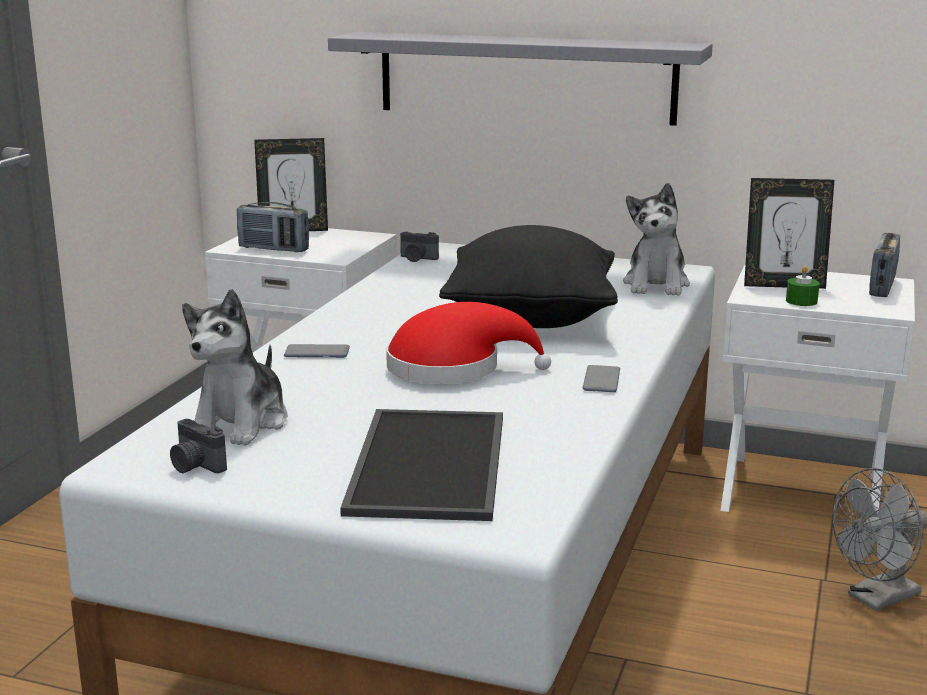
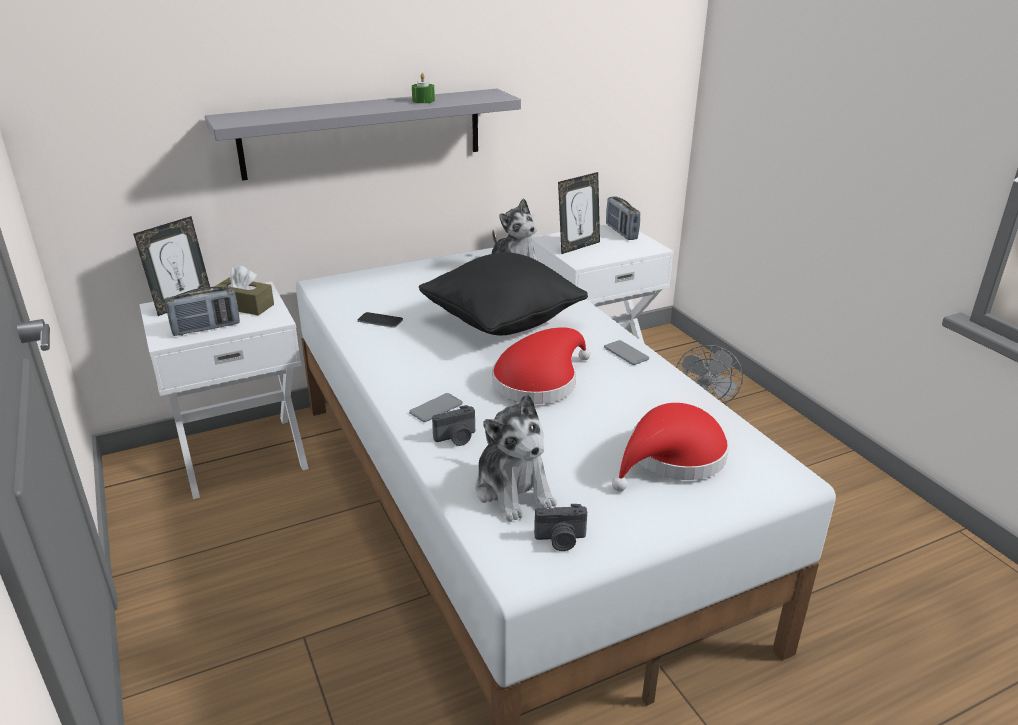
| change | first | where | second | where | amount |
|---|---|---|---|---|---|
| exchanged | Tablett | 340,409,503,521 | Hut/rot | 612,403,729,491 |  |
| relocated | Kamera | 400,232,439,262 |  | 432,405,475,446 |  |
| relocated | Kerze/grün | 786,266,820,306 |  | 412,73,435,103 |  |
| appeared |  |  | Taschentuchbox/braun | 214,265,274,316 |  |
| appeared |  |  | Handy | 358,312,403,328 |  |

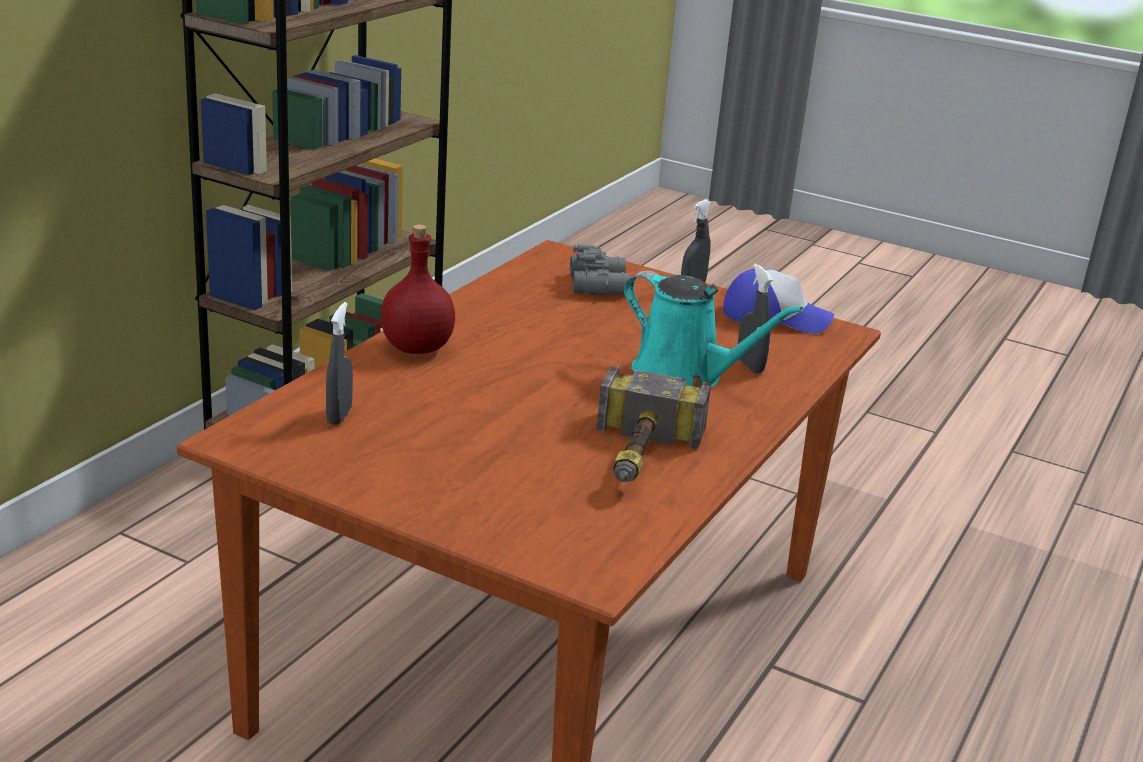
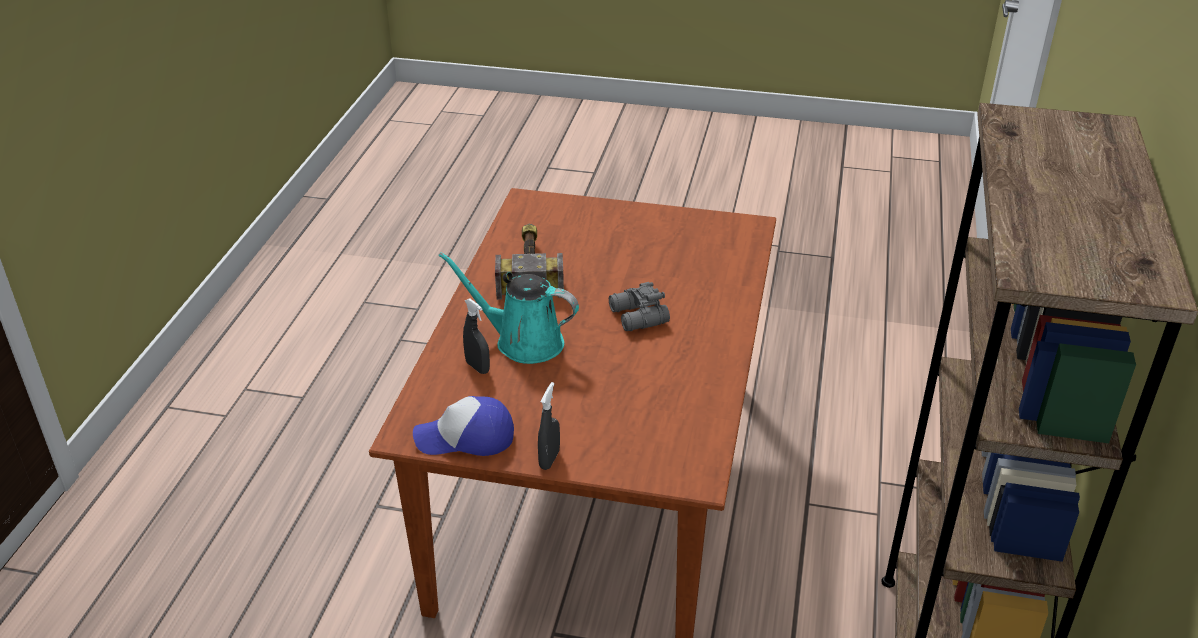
| change | first | where | second | where | amount |
|---|---|---|---|---|---|
| missing | Sprühflasche/grau | 326,302,353,425 |  |  |  |
| missing | Flasche/rot | 380,224,455,354 |  |  |  |
| relocated | Fernglas/grau | 570,244,630,296 |  | 609,282,670,331 |  |

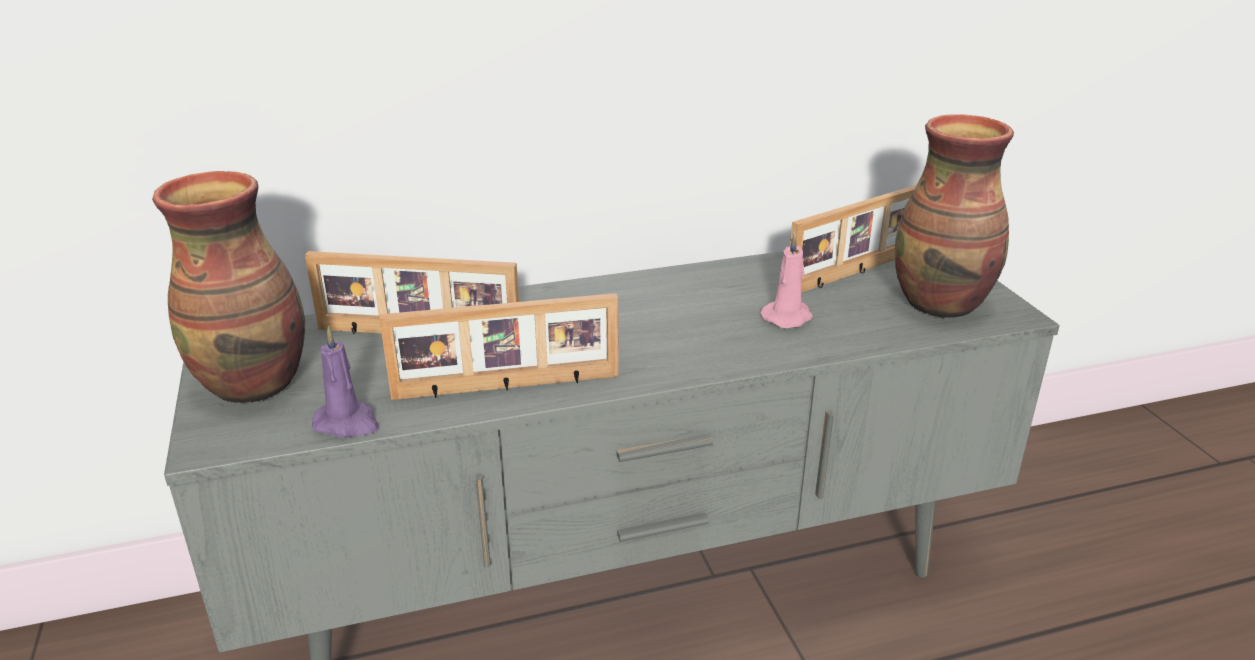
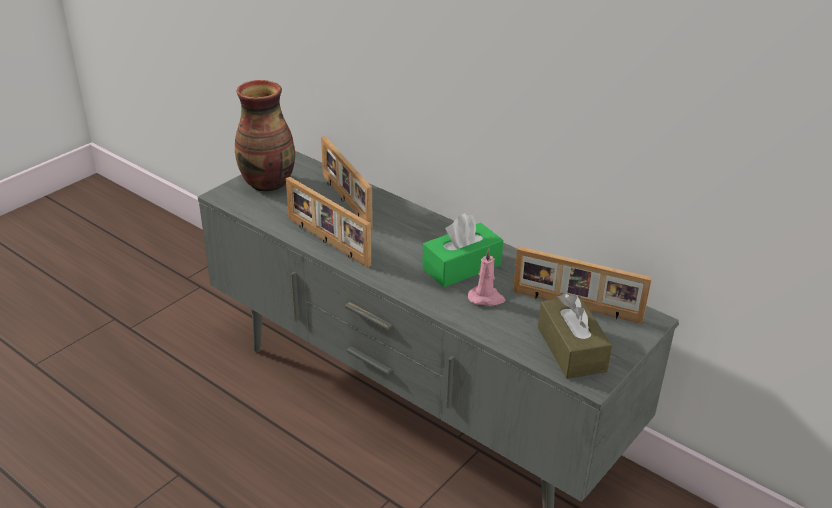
| change | first | where | second | where | amount |
|---|---|---|---|---|---|
| missing | Kerze/lila | 312,326,379,438 |  |  |  |
| exchanged | Vase | 895,114,1014,319 | Taschentuchbox/braun | 538,294,612,379 |  |
| appeared |  |  | Taschentuchbox/grün | 422,213,503,287 |  |

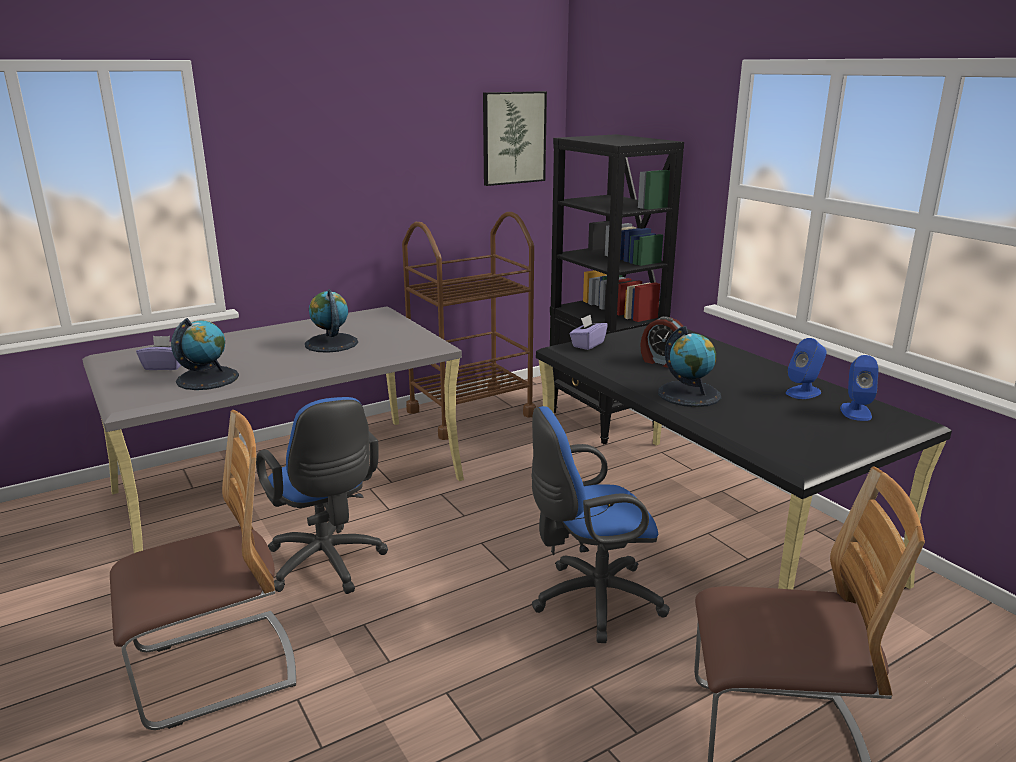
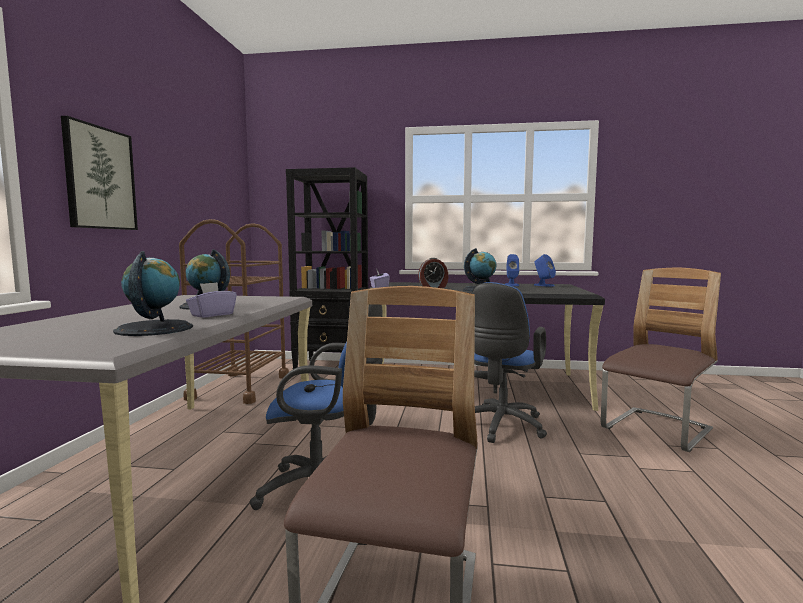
| change | first | where | second | where | amount |
|---|---|---|---|---|---|
| relocated | Taschentuchbox/lila | 136,336,181,370 |  | 186,282,237,318 |  |
| relocated | Bild | 483,91,547,186 |  | 61,116,138,230 |  |

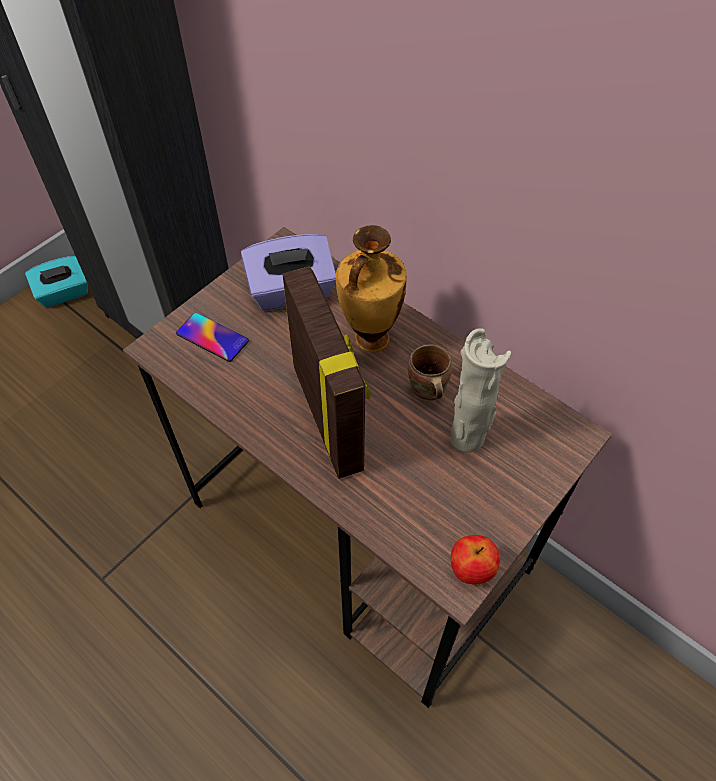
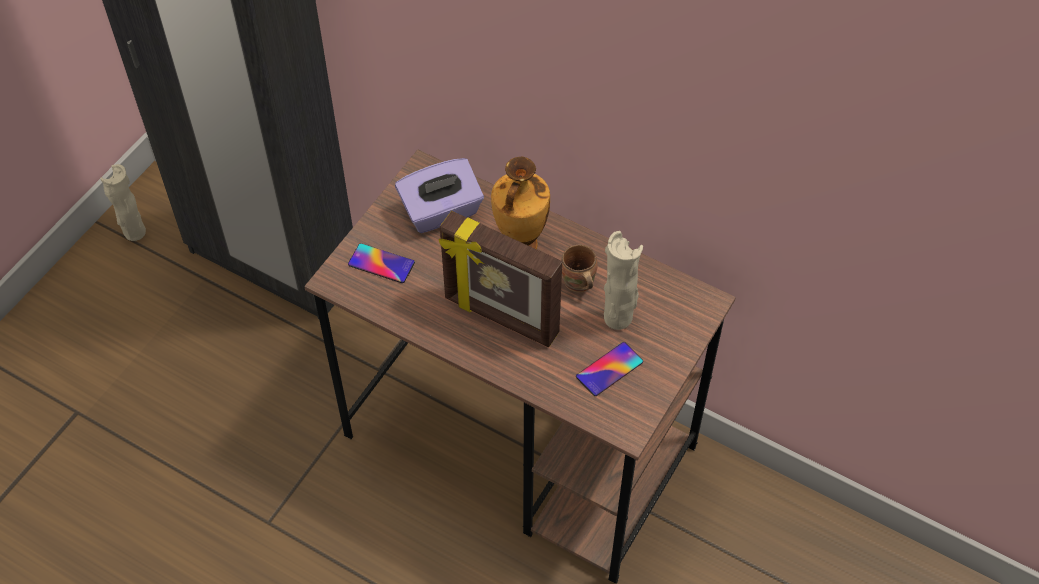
| change | first | where | second | where | amount |
|---|---|---|---|---|---|
| exchanged | Taschentuchbox/türkis | 25,256,88,307 | Vase/beige | 100,164,146,241 |  |
| spun | Bilderrahmen | 282,266,371,479 |  | 439,211,562,347 | 150 degrees clockwise |
| missing | Apfel | 451,535,500,584 |  |  |  |
| appeared |  |  | Handy | 576,342,643,396 |  |

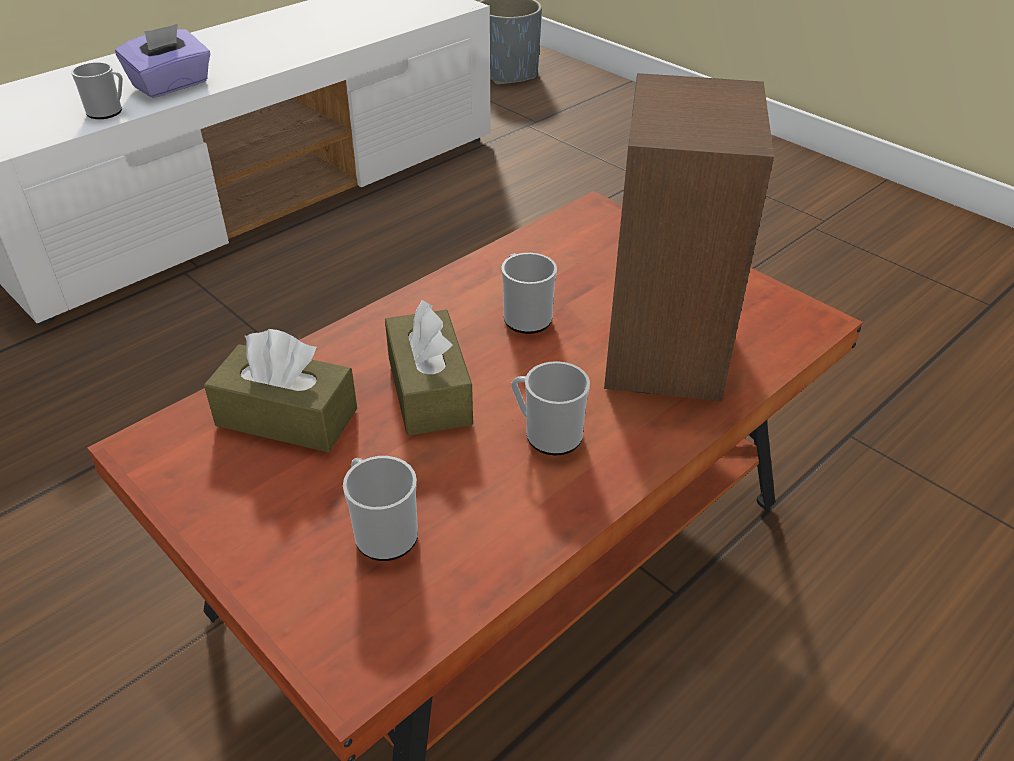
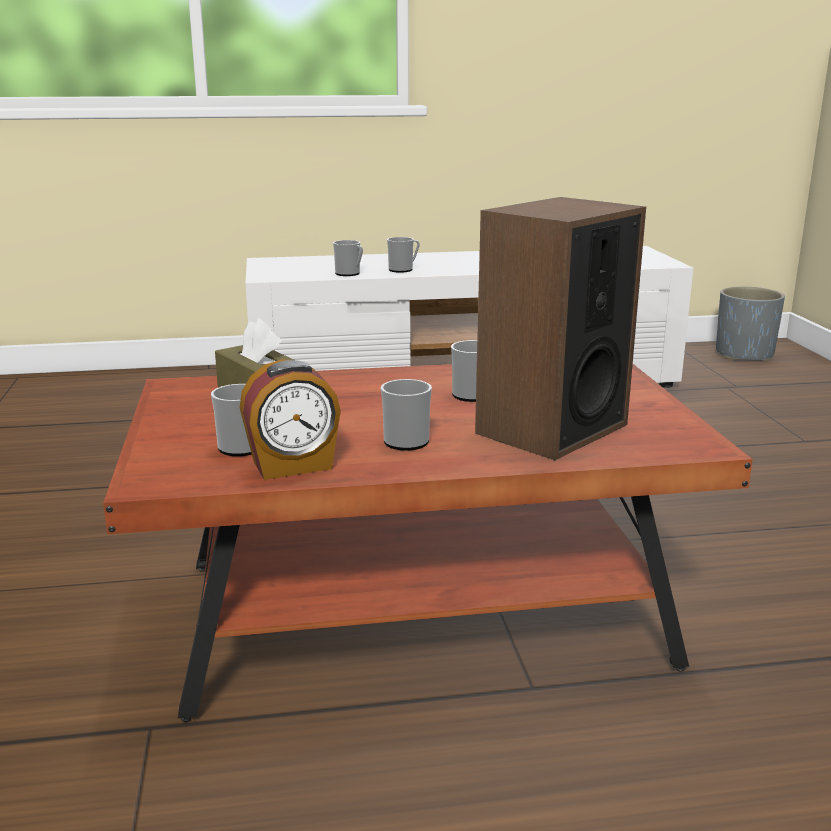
| change | first | where | second | where | amount |
|---|---|---|---|---|---|
| exchanged | Taschentuchbox/lila | 115,24,210,98 | Henkelbecher | 387,237,420,273 |  |
| missing | Taschentuchbox/braun | 385,300,473,436 |  |  |  |
| appeared |  |  | Wecker | 240,359,341,480 |  |

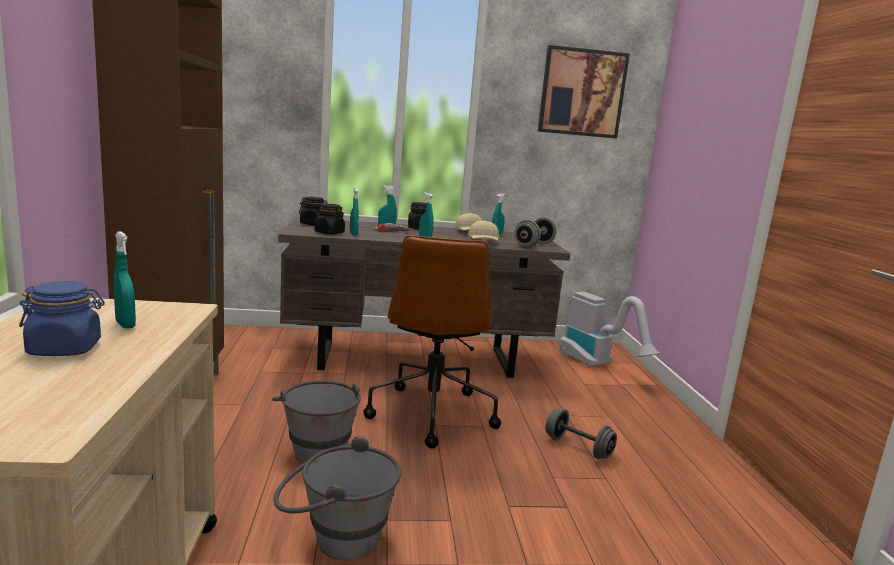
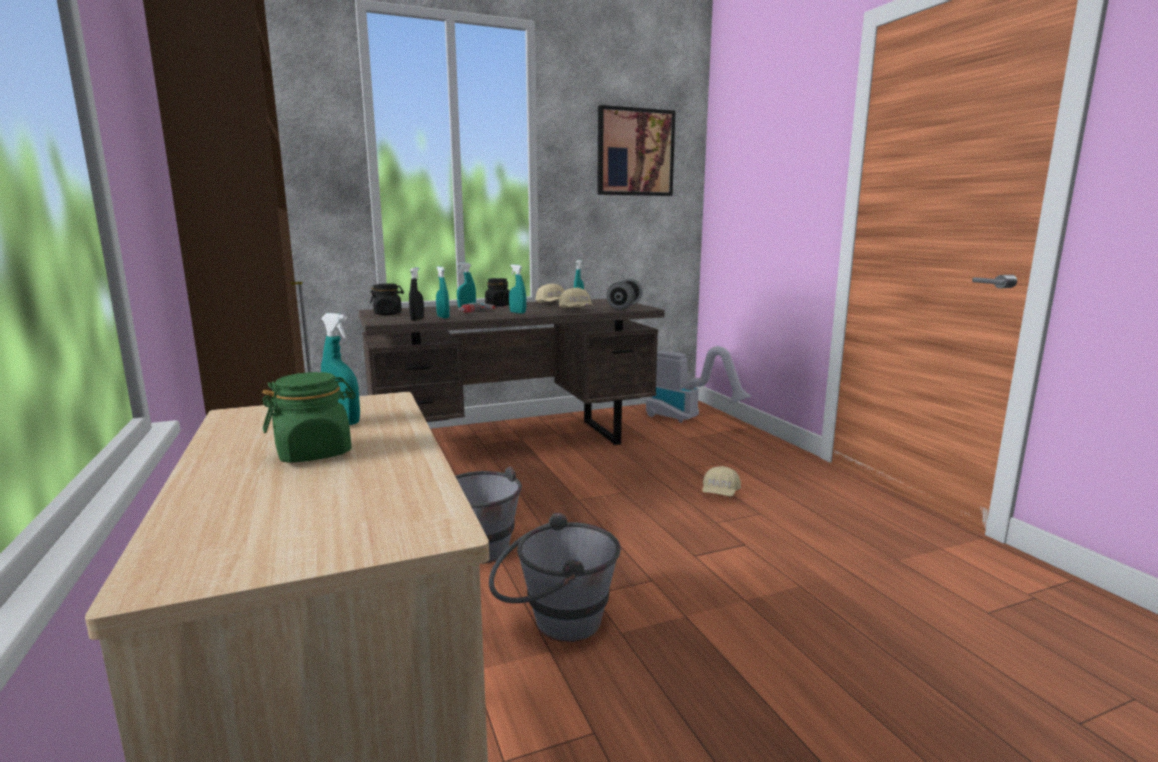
| change | first | where | second | where | amount |
|---|---|---|---|---|---|
| colour | Vorratsglas/blau | 19,281,105,356 | Vorratsglas/grün | 262,372,356,463 |  |
| exchanged | Vorratsglas/schwarz | 315,204,345,235 | Sprühflasche/schwarz | 409,267,424,321 |  |
| missing | Bürostuhl/braun | 363,235,501,449 |  |  |  |
| exchanged | Hantel/grau | 546,408,617,459 | Kappe/beige | 702,466,741,496 |  |

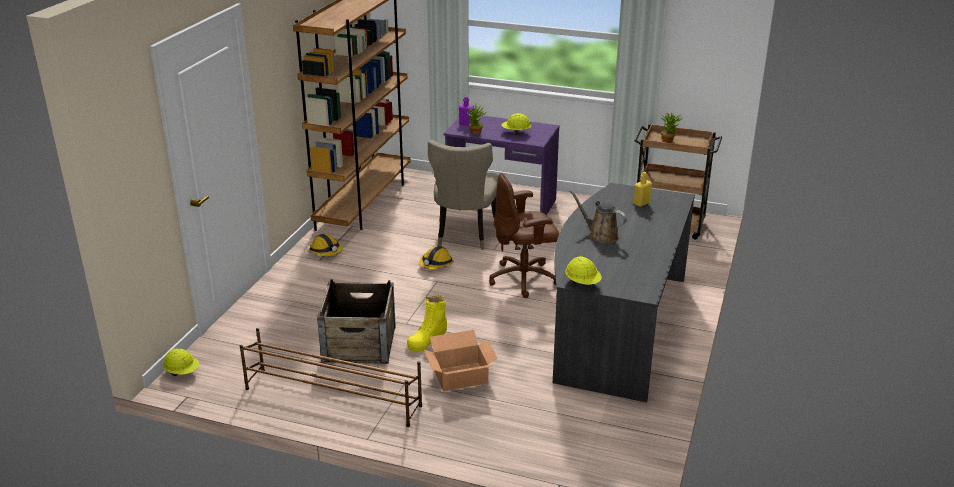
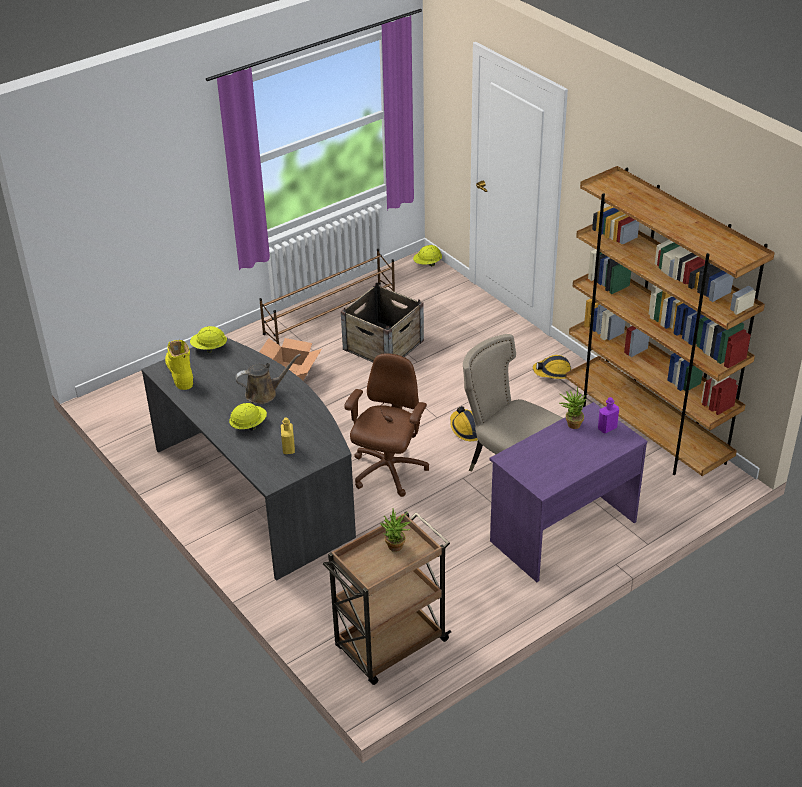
| change | first | where | second | where | amount |
|---|---|---|---|---|---|
| relocated | Stiefel/gelb | 407,295,447,352 |  | 165,340,193,390 |  |
| relocated | Schutzhelm/gelb | 501,113,531,135 |  | 229,403,267,430 |  |

